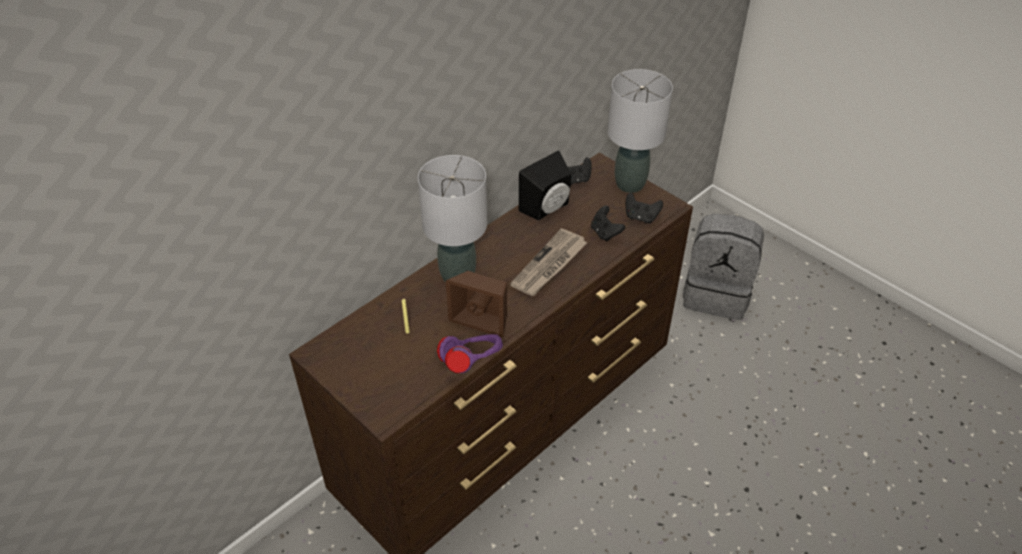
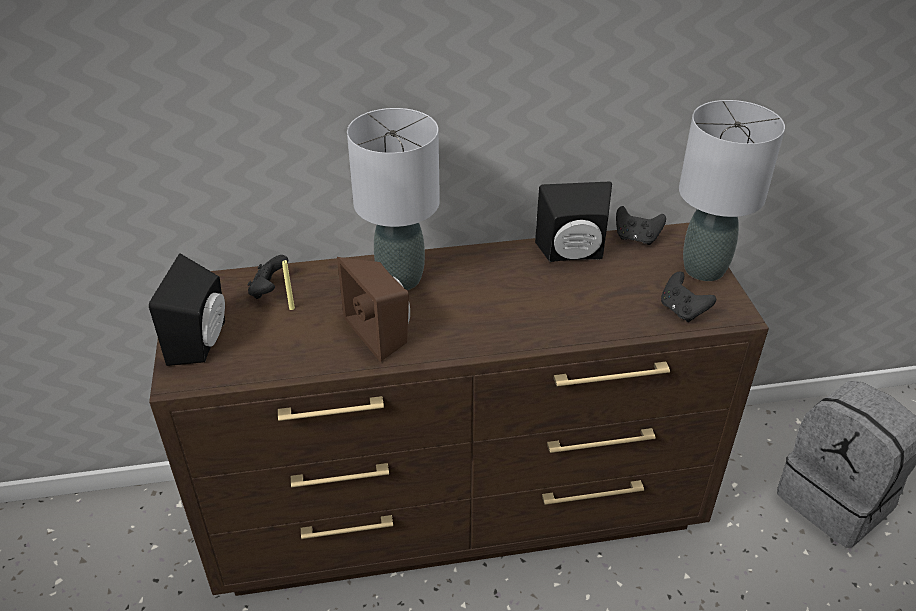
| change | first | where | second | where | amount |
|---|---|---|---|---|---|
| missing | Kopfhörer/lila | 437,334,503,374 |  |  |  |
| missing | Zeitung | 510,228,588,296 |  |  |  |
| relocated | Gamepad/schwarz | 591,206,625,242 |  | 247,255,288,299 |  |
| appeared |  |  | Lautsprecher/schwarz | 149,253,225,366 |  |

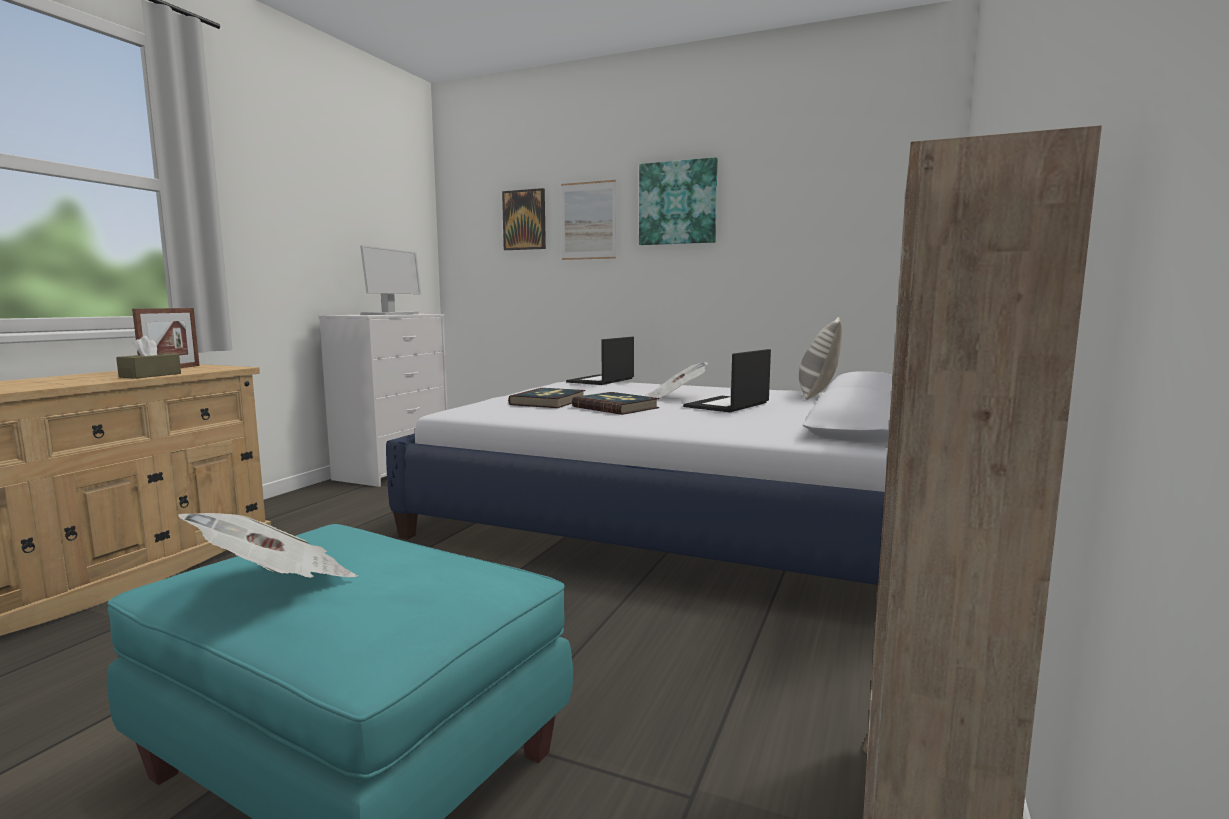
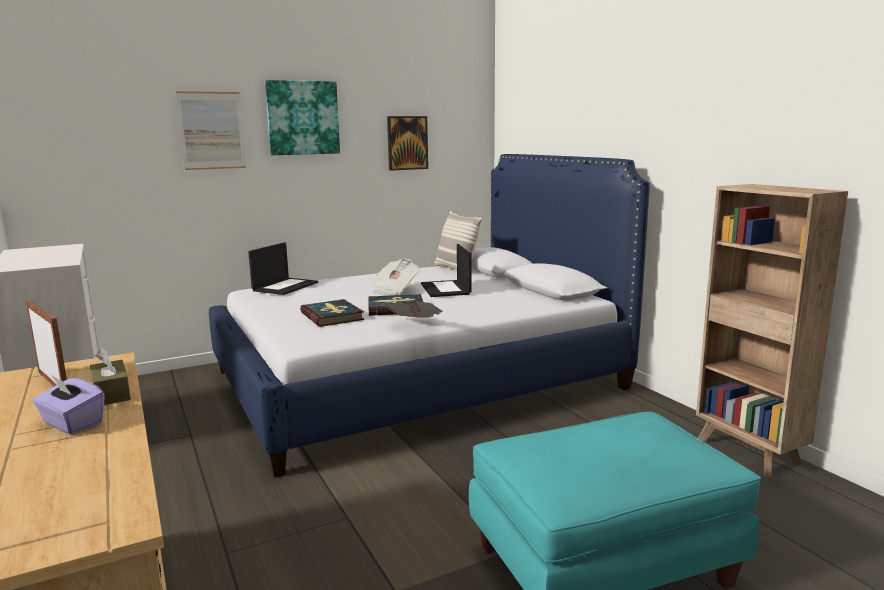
| change | first | where | second | where | amount |
|---|---|---|---|---|---|
| relocated | Zeitung | 178,513,358,578 |  | 385,300,442,318 |  |
| missing | Monitor | 360,245,421,315 |  |  |  |
| relocated | Bild | 502,188,546,250 |  | 387,116,428,171 |  |
| spun | Laptop | 566,337,634,385 |  | 248,242,318,295 | 135 degrees counterclockwise |
| appeared |  |  | Taschentuchbox/lila | 32,375,105,434 |  |

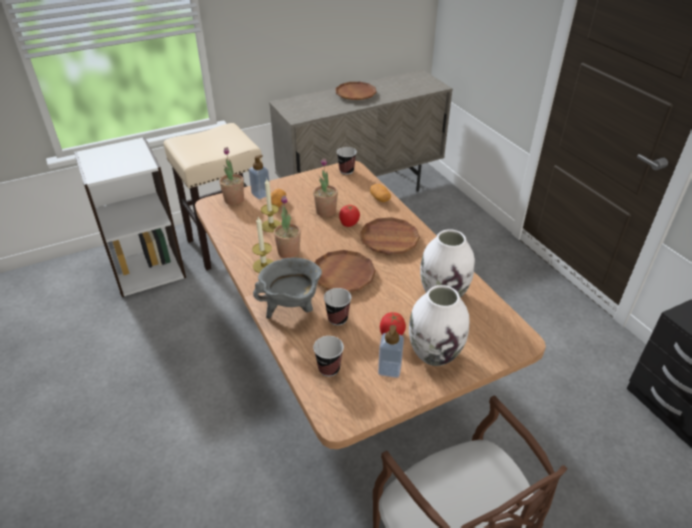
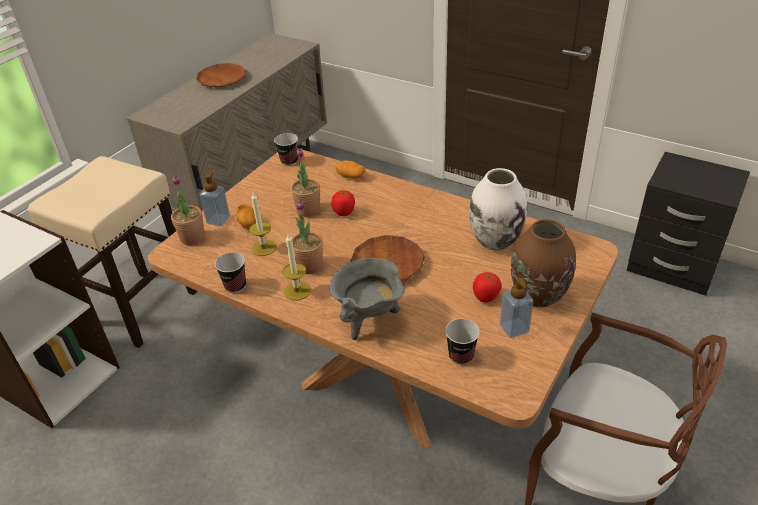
| change | first | where | second | where | amount |
|---|---|---|---|---|---|
| relocated | Tasse | 324,288,351,326 |  | 215,252,246,293 |  |
| missing | Teller/braun | 360,217,420,255 |  |  |  |
| colour | Vase/weiß | 409,285,469,366 | Vase/braun | 511,219,576,307 |  |

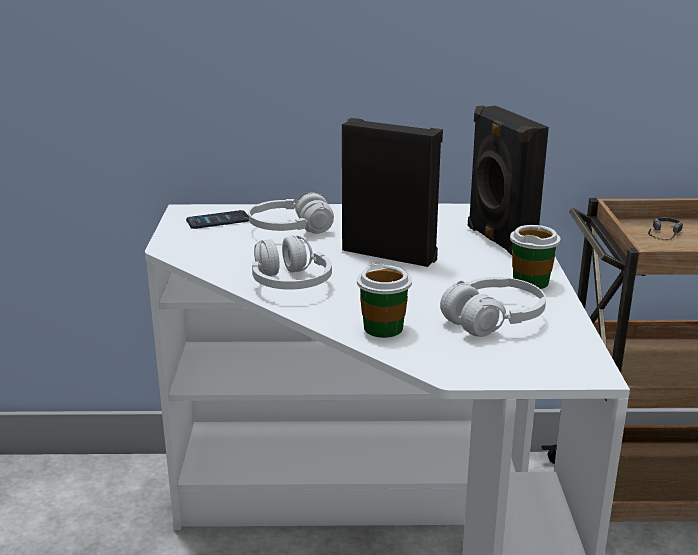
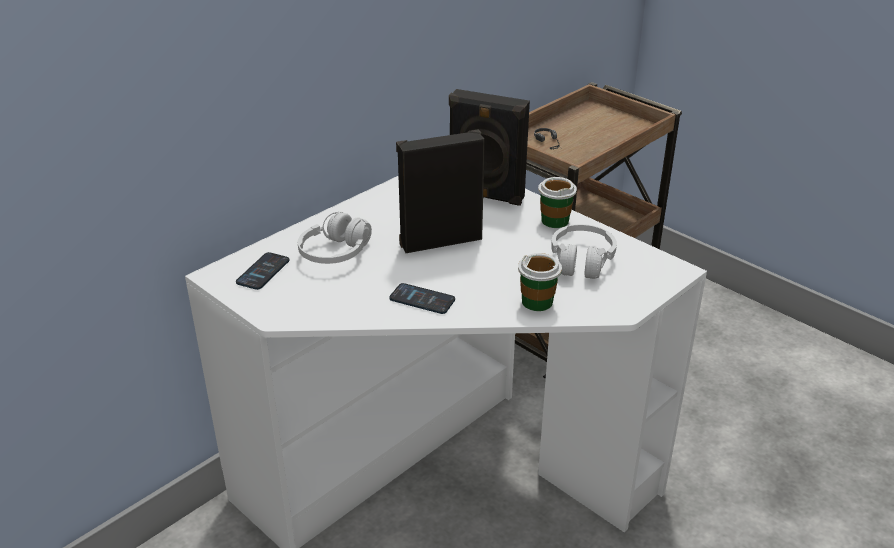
| change | first | where | second | where | amount |
|---|---|---|---|---|---|
| exchanged | Kopfhörer/weiß | 252,236,332,290 | Handy | 389,283,455,314 |  |

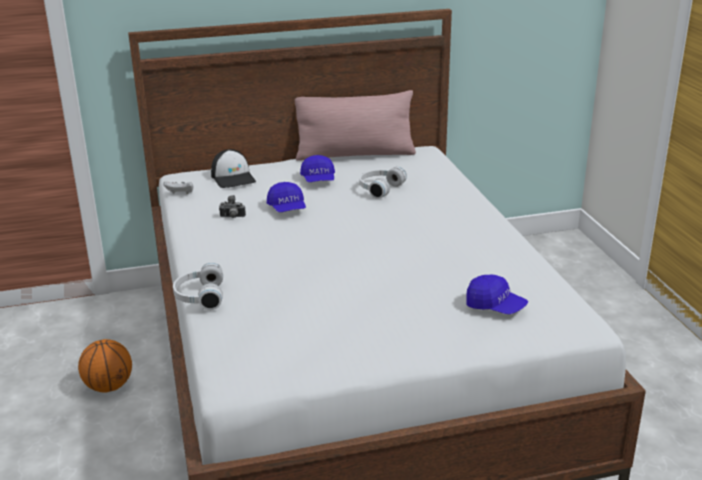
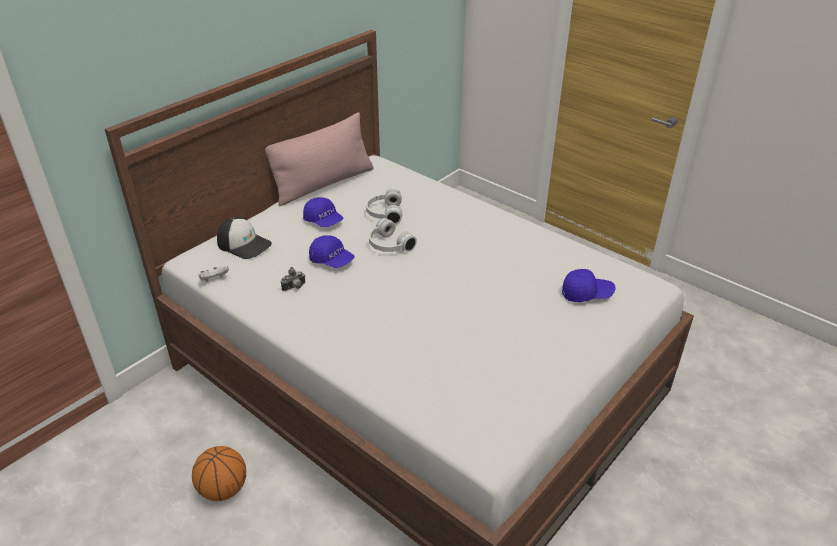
| change | first | where | second | where | amount |
|---|---|---|---|---|---|
| relocated | Kopfhörer/weiß | 173,263,223,310 |  | 369,218,417,252 |  |

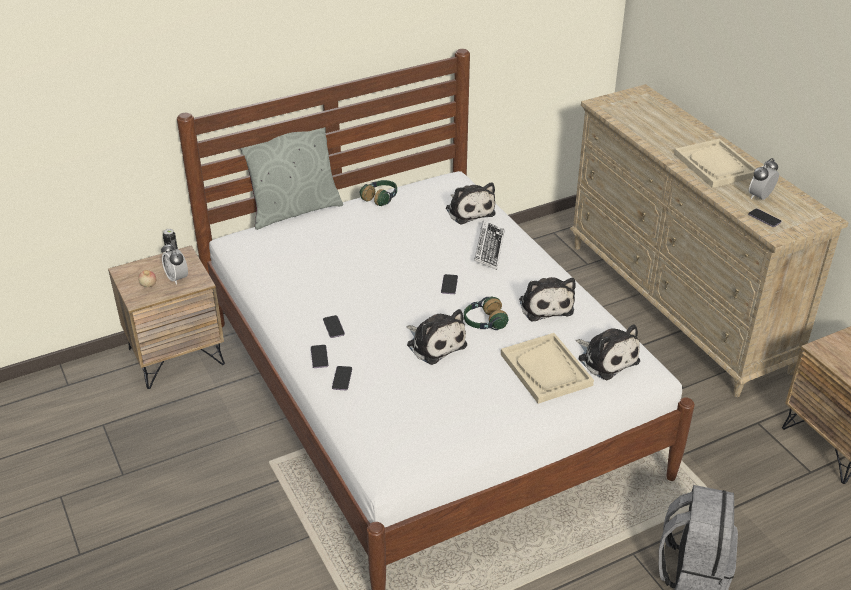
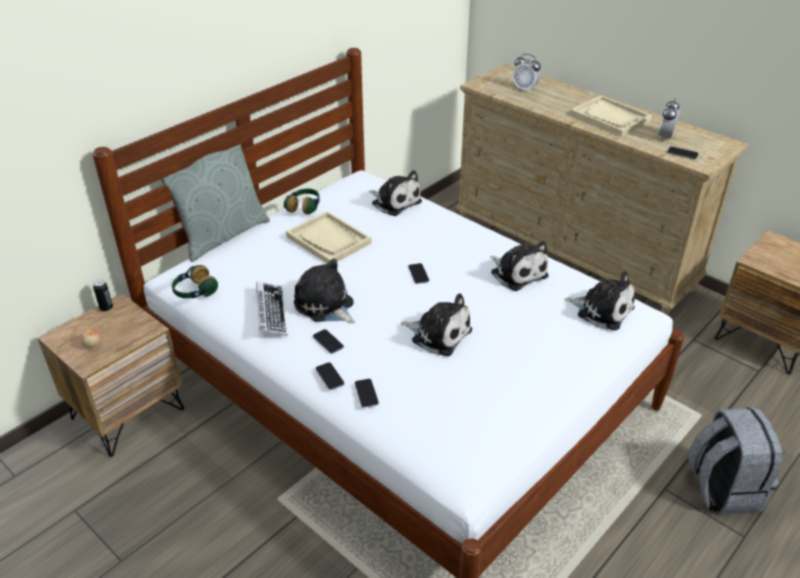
| change | first | where | second | where | amount |
|---|---|---|---|---|---|
| relocated | Wecker | 161,242,188,285 |  | 513,54,541,92 |  |
| relocated | Kopfhörer | 464,297,508,330 |  | 172,265,218,299 |  |
| relocated | Tastatur | 474,220,505,270 |  | 256,281,287,336 |  |
| relocated | Tablett/beige | 501,333,594,404 |  | 286,211,372,263 |  |
| appeared |  |  | Plüschtier | 294,259,355,323 |  |

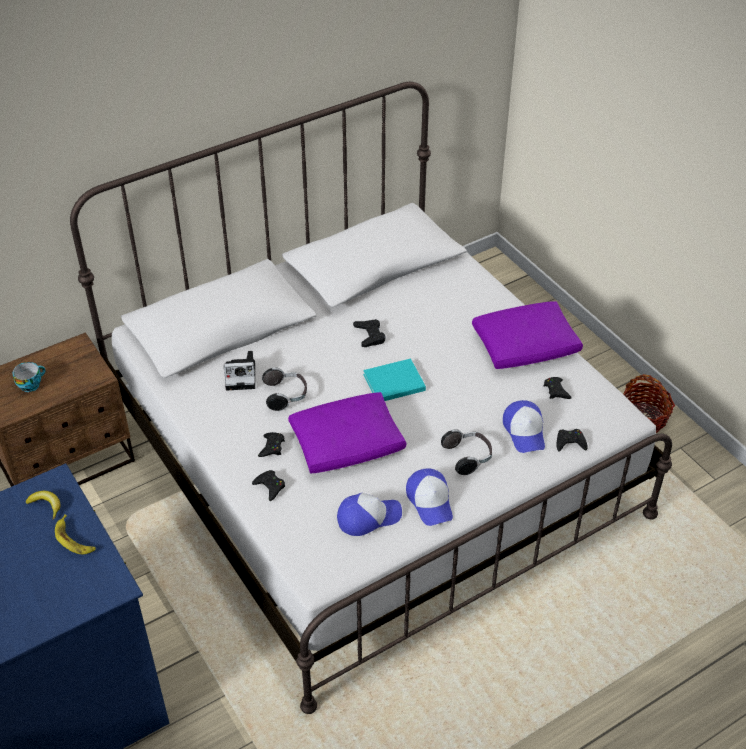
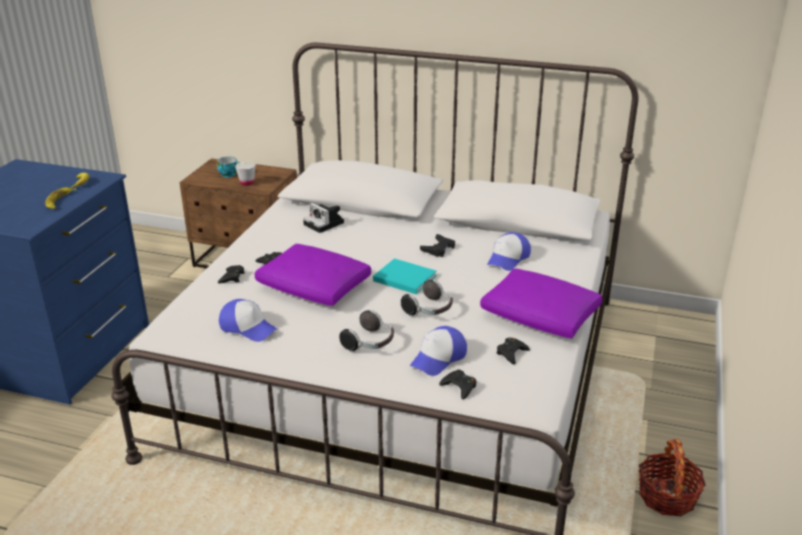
| change | first | where | second | where | amount |
|---|---|---|---|---|---|
| relocated | Kopfhörer | 262,367,307,411 |  | 401,279,453,316 |  |
| relocated | Kappe | 406,468,453,526 |  | 487,232,531,271 |  |
| appeared |  |  | Tasse/weiß | 235,162,256,186 |  |

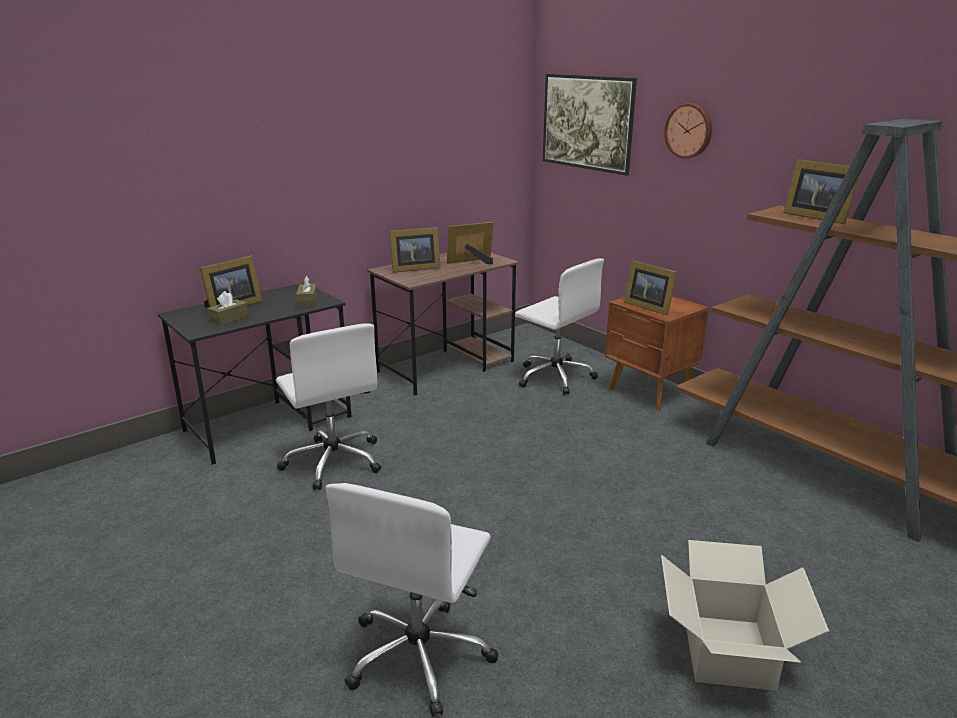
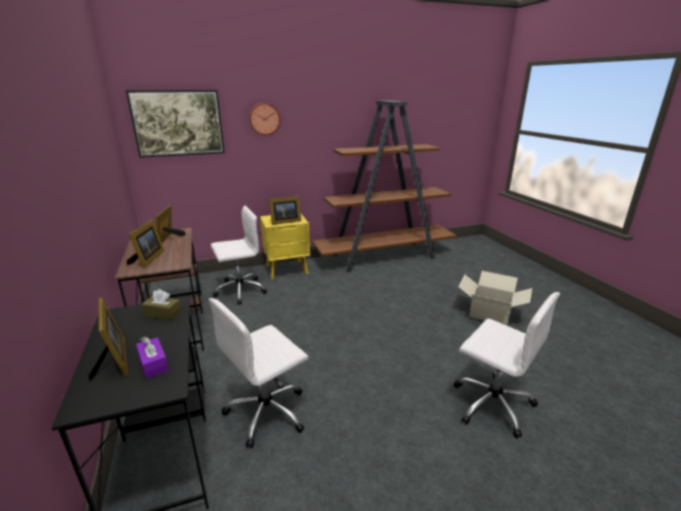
| change | first | where | second | where | amount |
|---|---|---|---|---|---|
| colour | Taschentuchbox/braun | 208,291,249,326 | Taschentuchbox/lila | 136,337,169,379 |  |
| spun | Bürostuhl/weiß | 276,323,381,490 |  | 209,298,308,448 | 150 degrees clockwise |
| colour | Nachttisch/braun | 605,296,709,411 | Nachttisch/gelb | 260,214,310,279 |  |
| missing | Bilderrahmen | 783,159,860,224 |  |  |  |

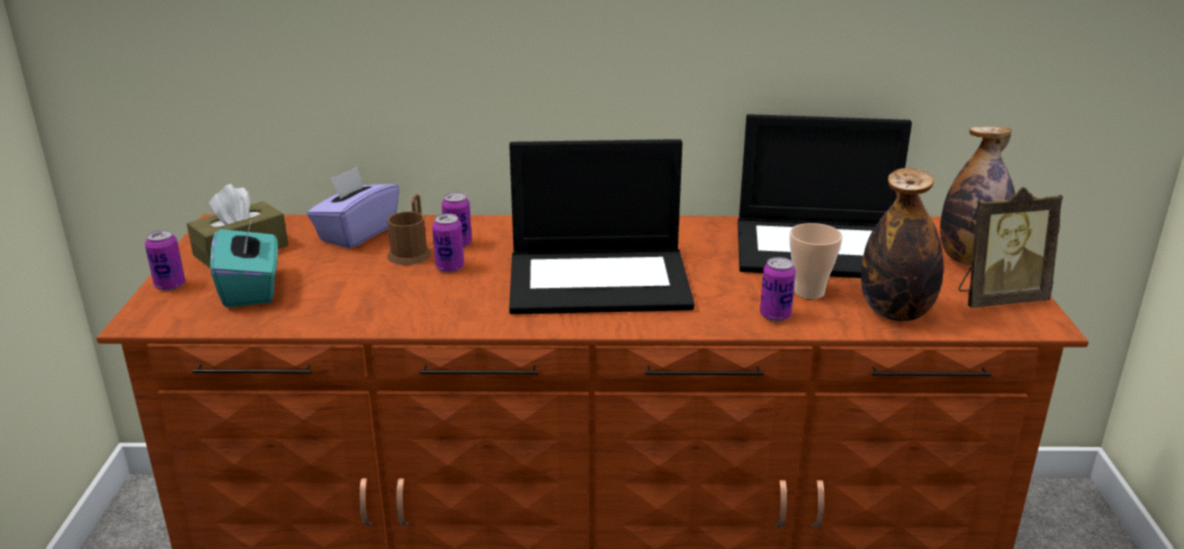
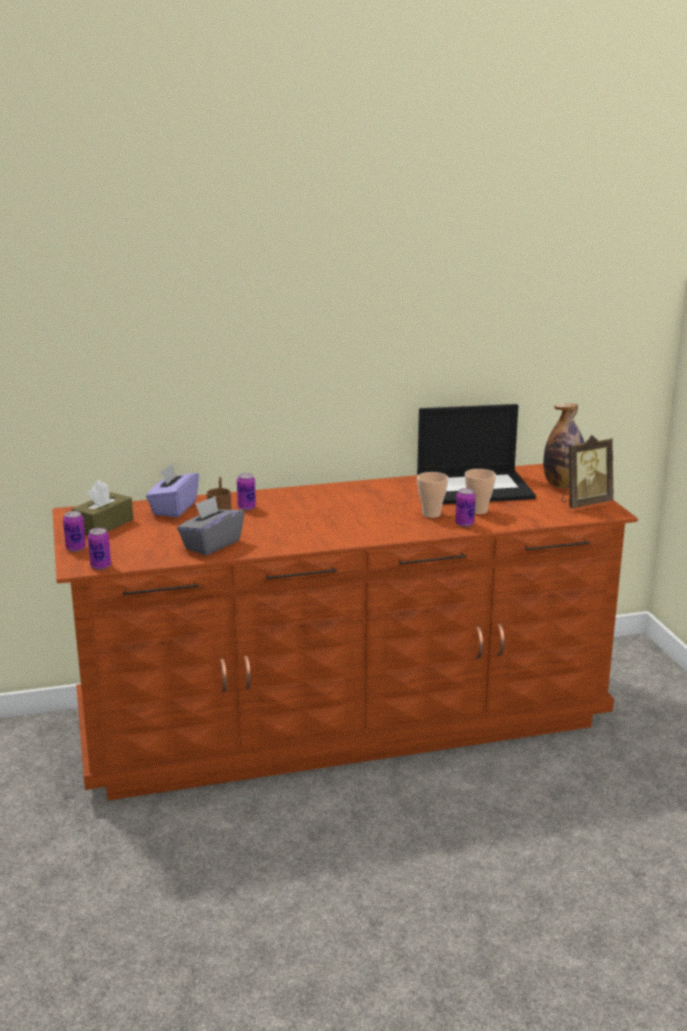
| change | first | where | second | where | amount |
|---|---|---|---|---|---|
| missing | Taschentuchbox/türkis | 210,216,278,308 |  |  |  |
| relocated | Dose | 432,214,464,273 |  | 88,528,111,570 |  |
| missing | Laptop | 509,139,694,314 |  |  |  |
| missing | Flasche | 861,168,944,321 |  |  |  |
| appeared |  |  | Taschentuchbox/grau | 177,496,244,555 |  |
| appeared |  |  | Tasse | 417,472,448,518 |  |

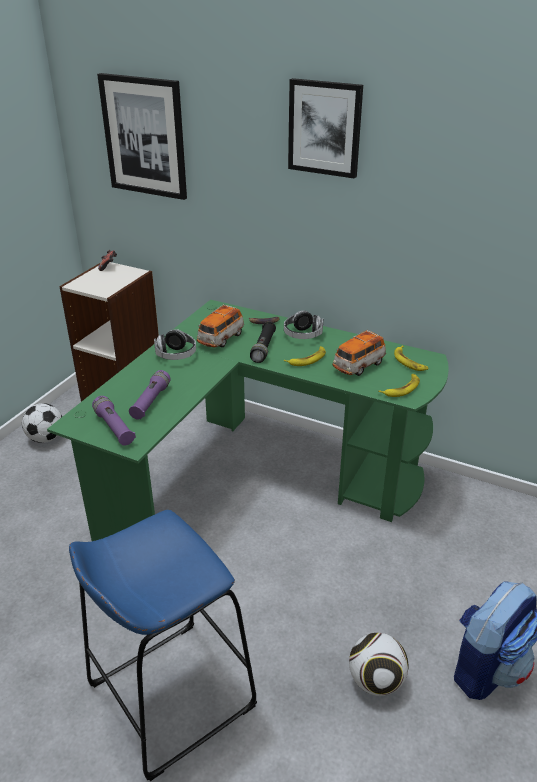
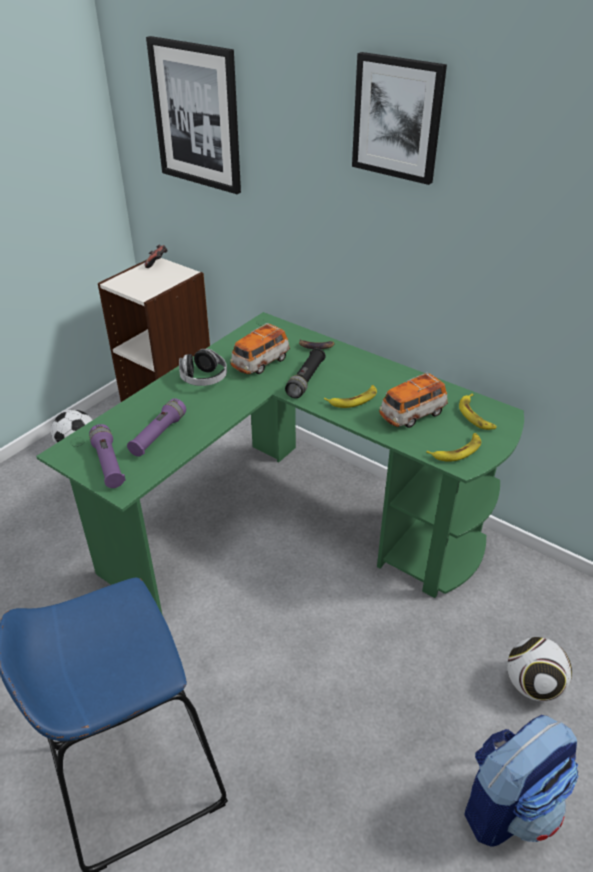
| change | first | where | second | where | amount |
|---|---|---|---|---|---|
| missing | Kopfhörer | 284,311,323,339 |  |  |  |
| relocated | Fußball | 349,633,409,696 |  | 507,637,572,701 |  |

